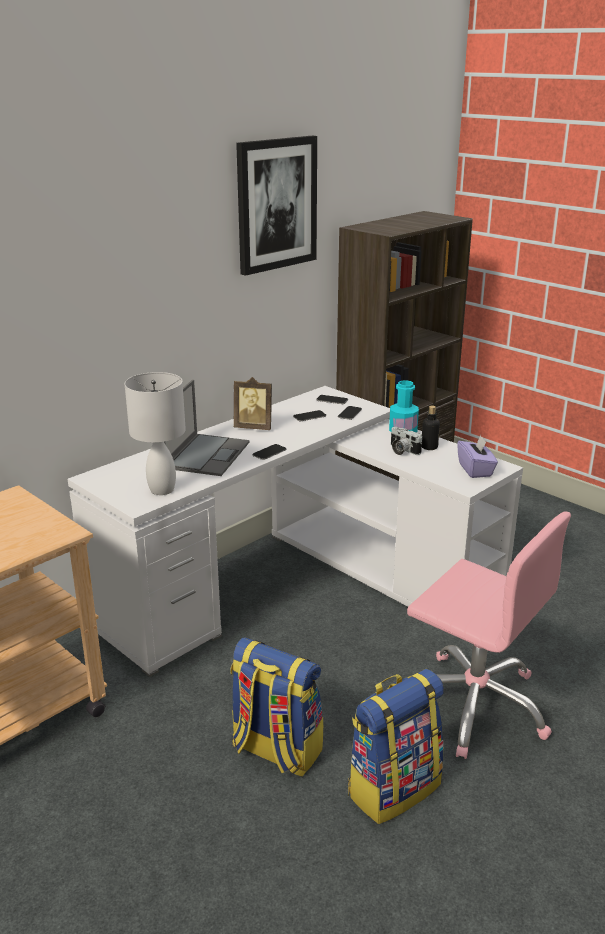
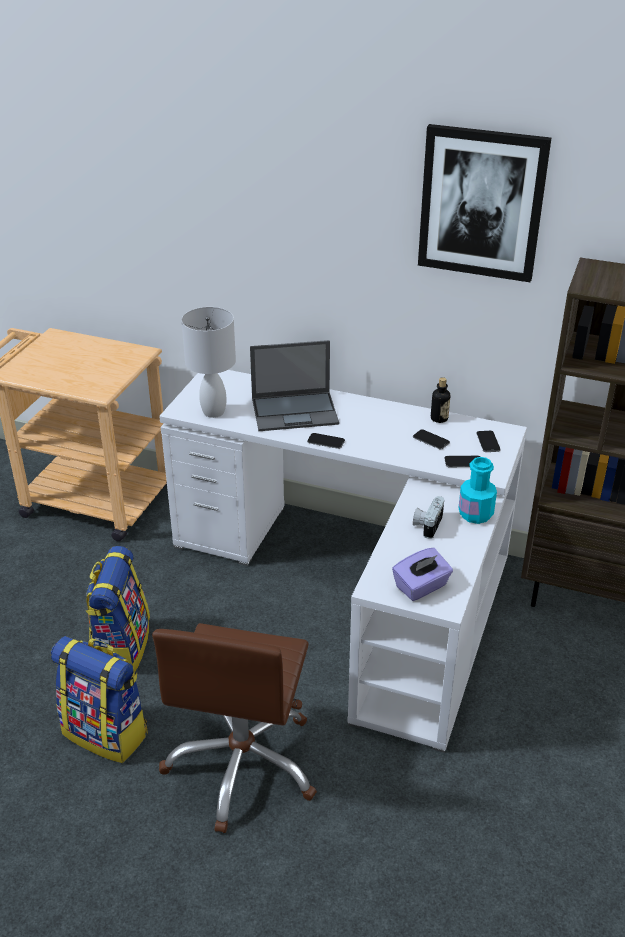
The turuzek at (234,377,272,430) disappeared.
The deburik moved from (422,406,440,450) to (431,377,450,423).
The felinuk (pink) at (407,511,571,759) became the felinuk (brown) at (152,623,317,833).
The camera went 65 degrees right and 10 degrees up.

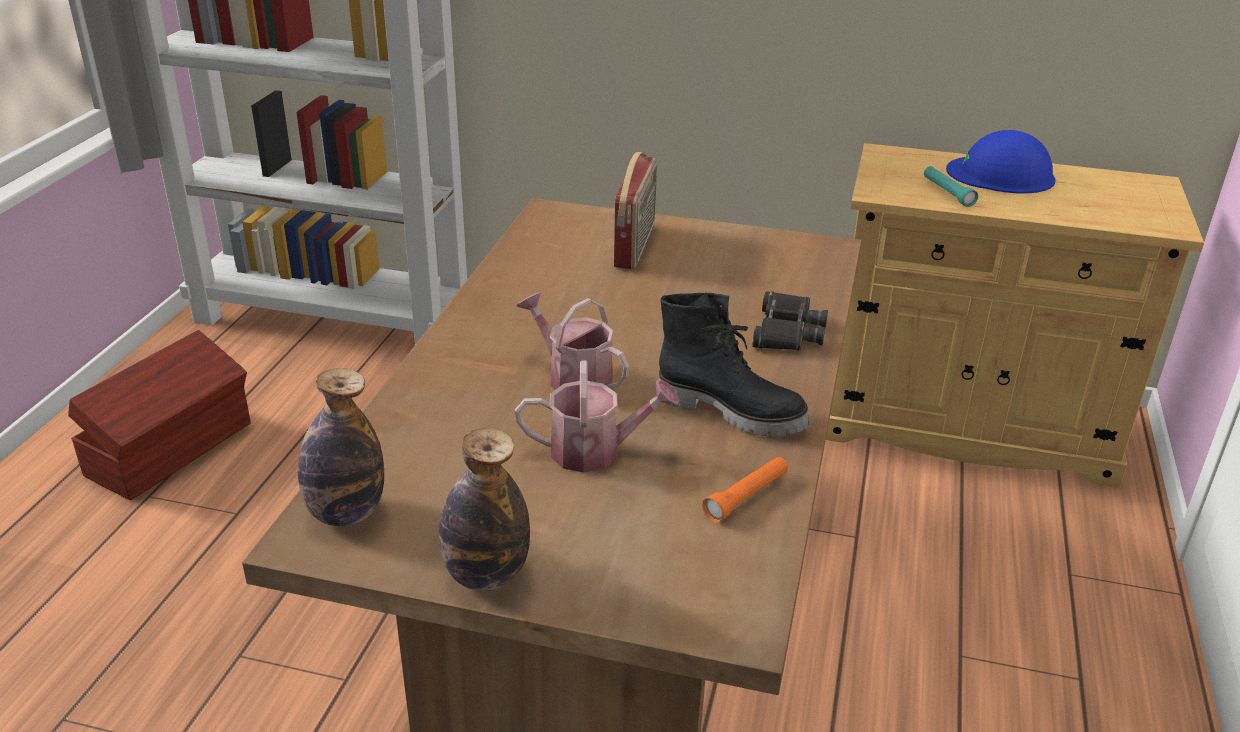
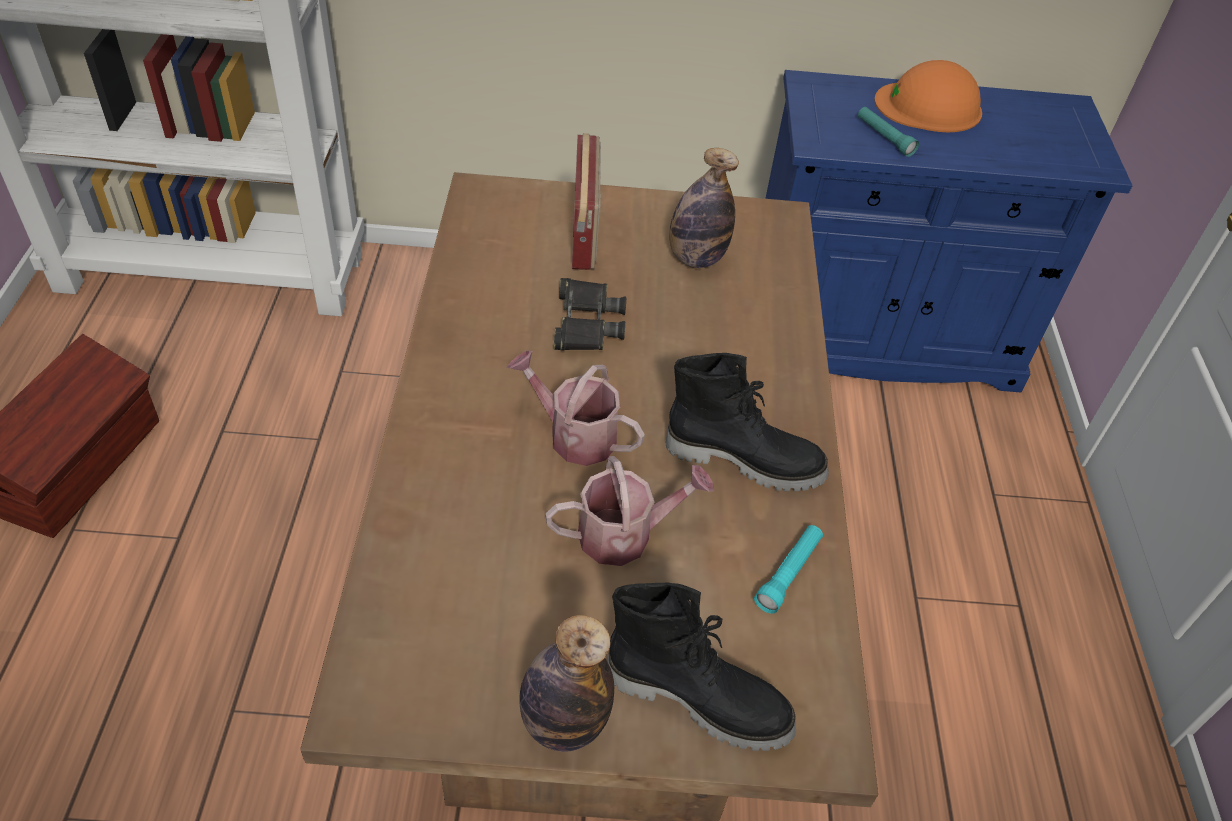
The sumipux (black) at (608,582,796,751) appeared.
The deburik moved from (298,368,384,526) to (669,148,739,268).
The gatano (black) moved from (752,291,828,351) to (554,278,626,350).
The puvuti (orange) at (702,457,788,522) became the puvuti (turquoise) at (754,525,823,614).
The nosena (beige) at (826,143,1204,488) became the nosena (blue) at (765,70,1133,392).
The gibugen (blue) at (946,130,1056,194) became the gibugen (orange) at (874,60,982,132).
The camera went 15 degrees left and 15 degrees up.

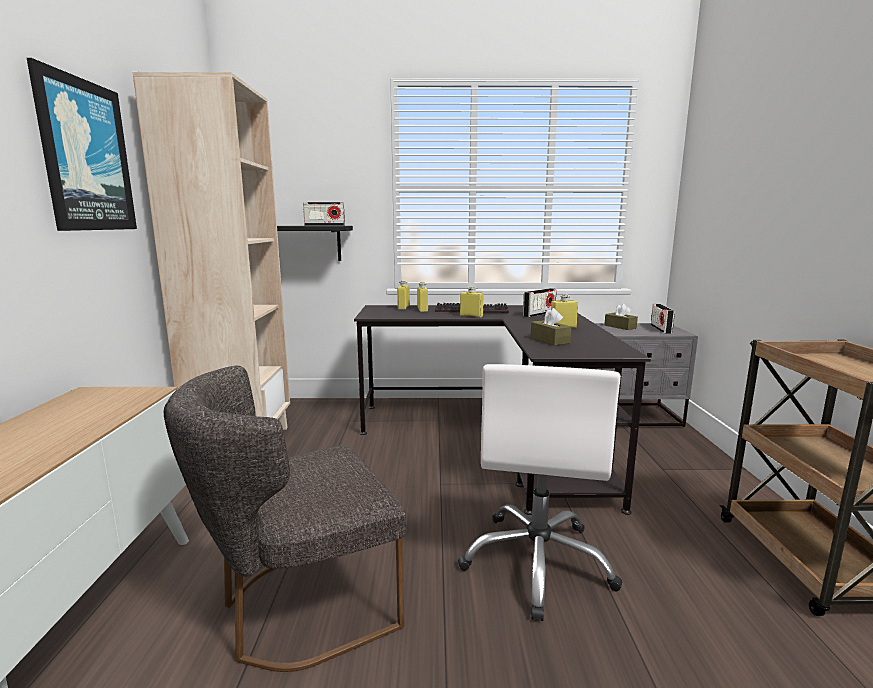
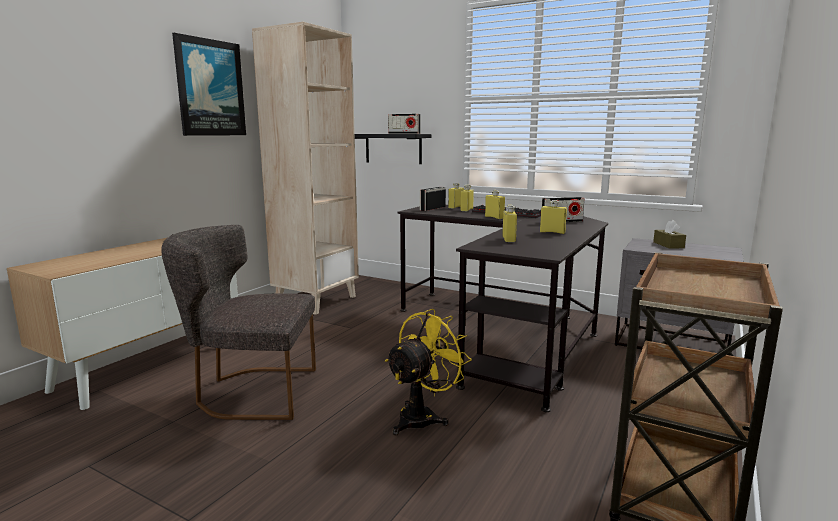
The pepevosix moved from (651,304,675,334) to (420,187,446,211).
The felinuk (white) at (458,364,622,621) was replaced by the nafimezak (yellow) at (385,309,472,435).
The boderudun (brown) at (531,308,572,346) was replaced by the deburik (yellow) at (502,205,517,242).
The camera went 30 degrees right and 0 degrees up.

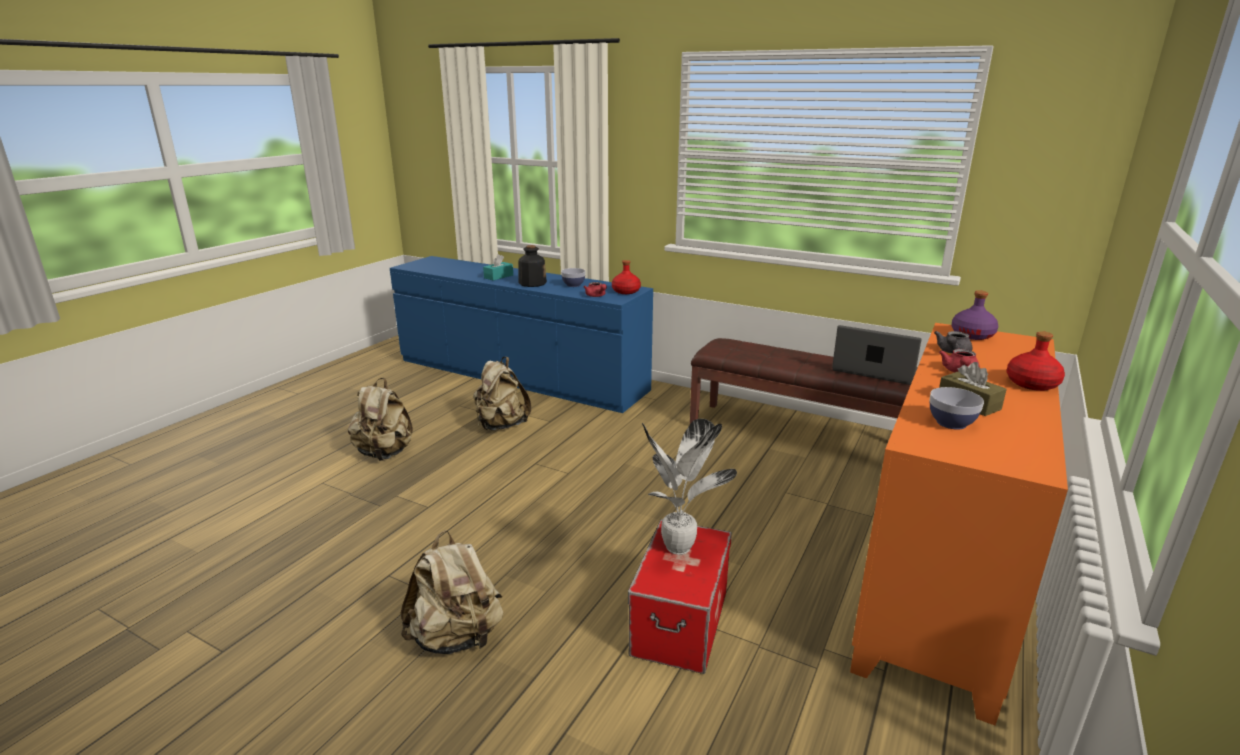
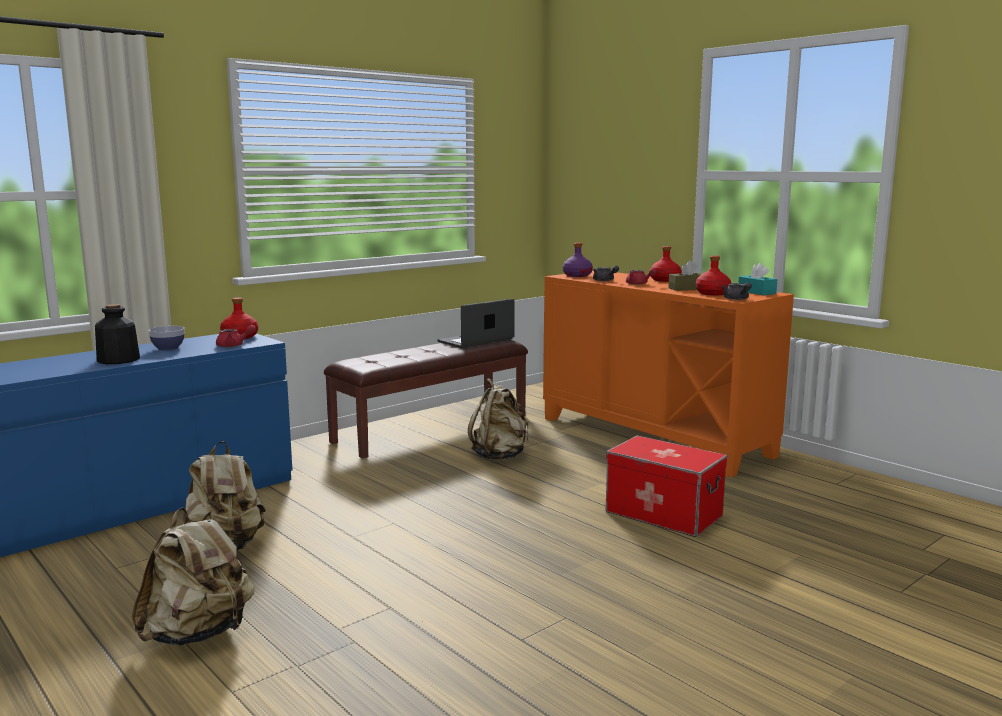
The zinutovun at (642,419,737,555) disappeared.
The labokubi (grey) at (722,282,752,300) appeared.
The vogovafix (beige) moved from (401,530,504,654) to (468,378,529,460).
The boderudun (turquoise) moved from (483,254,513,281) to (738,263,777,295).
The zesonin at (929,387,984,430) was replaced by the deburik (red) at (696,256,731,295).
The camera went 70 degrees left and 10 degrees down.

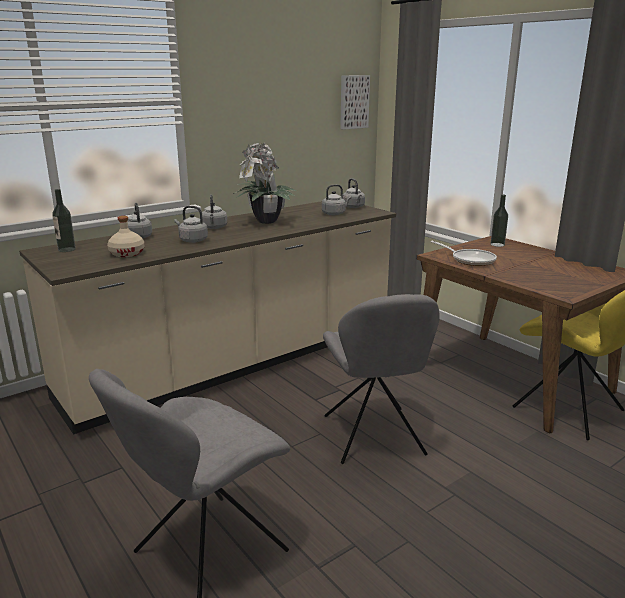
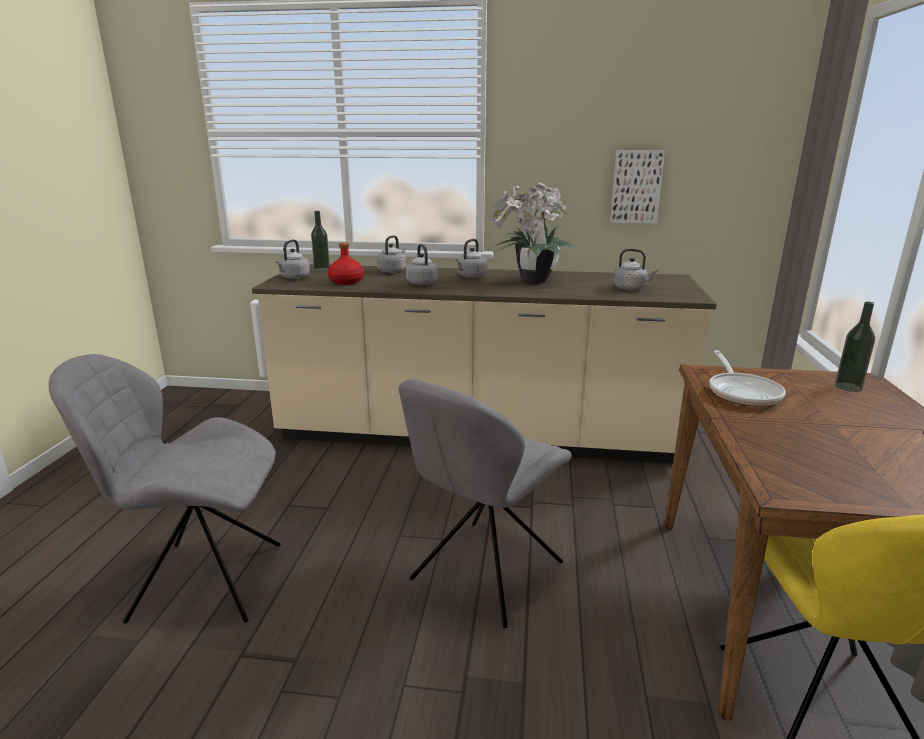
The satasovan moved from (340,75,370,130) to (610,150,665,223).
The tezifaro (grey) moved from (342,178,365,208) to (276,239,310,279).
The deburik (beige) at (107,216,144,257) became the deburik (red) at (328,243,364,285).
The camera went 45 degrees right and 0 degrees up.

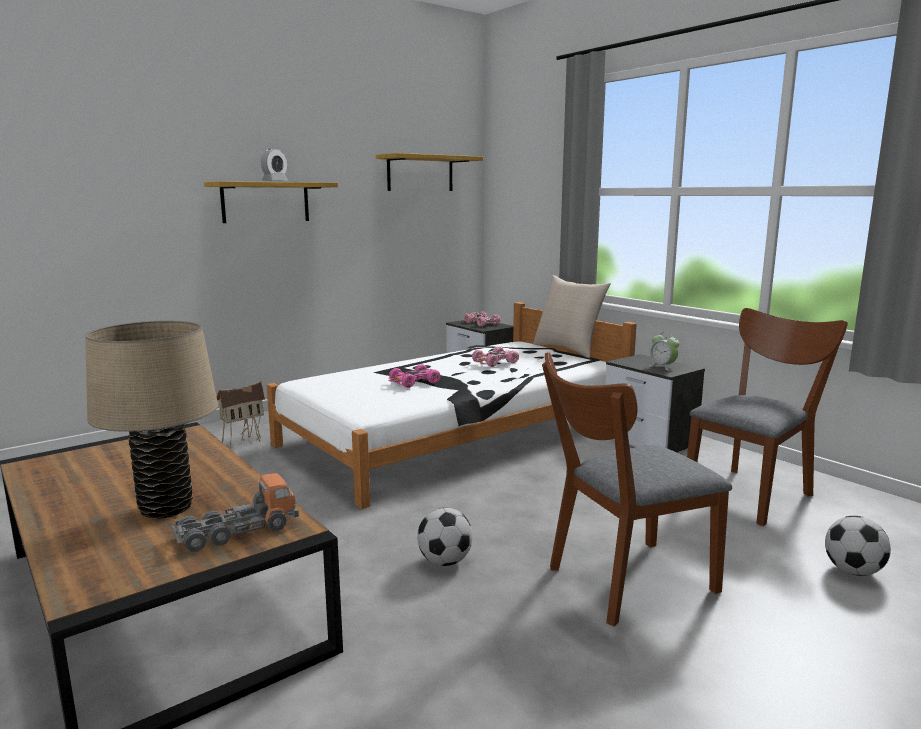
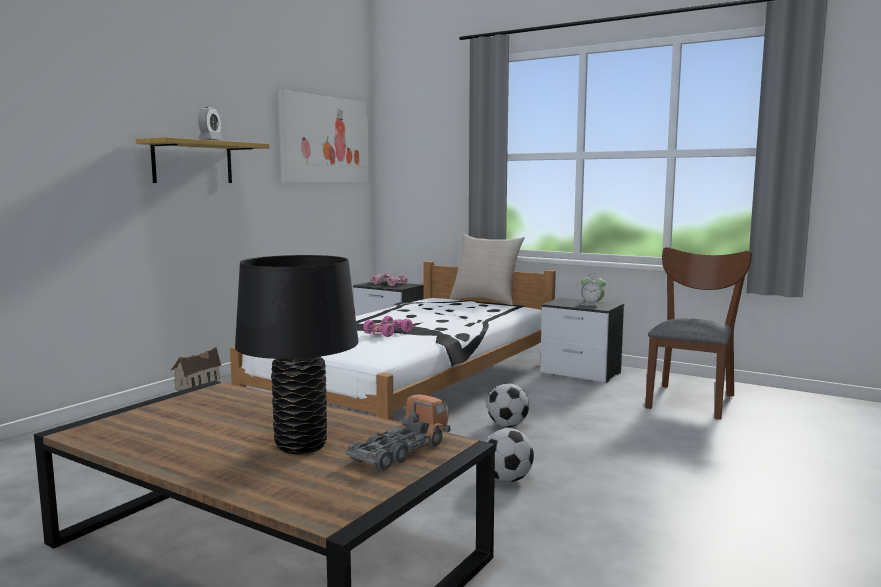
The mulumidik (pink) at (472,347,519,367) disappeared.
The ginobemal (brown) at (542,352,732,626) disappeared.
The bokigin moved from (825,516,891,576) to (487,383,529,427).
The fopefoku at (376,153,483,191) was replaced by the satasovan at (278,90,368,182).
The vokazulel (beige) at (85,321,218,519) became the vokazulel (black) at (235,255,359,454).
The camera went 20 degrees left and 5 degrees down.

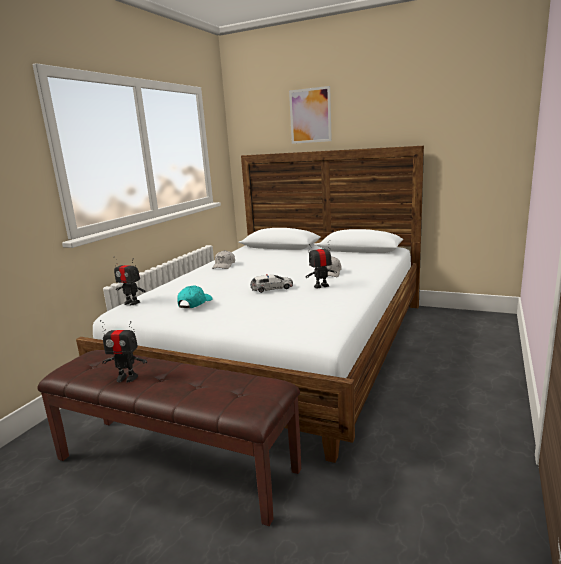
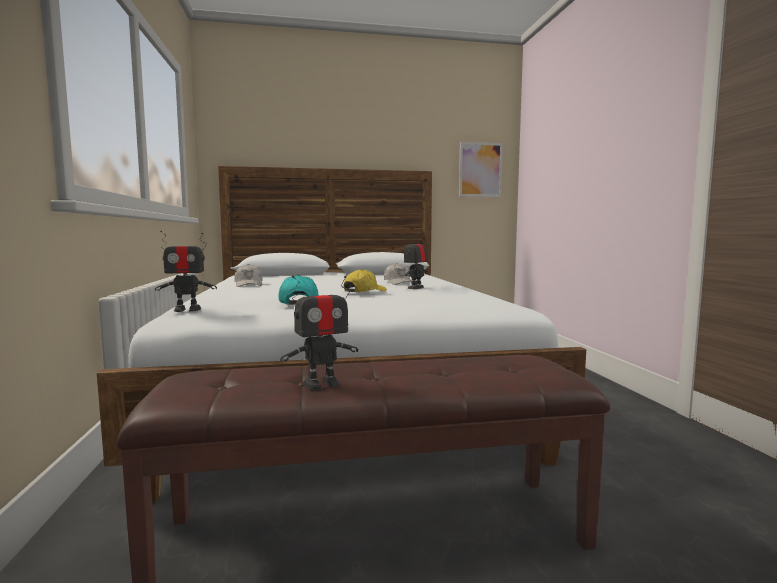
The satasovan moved from (289,86,332,144) to (459,142,503,197).
The mulumidik at (250,274,293,293) was replaced by the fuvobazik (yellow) at (344,269,387,292).
The camera went 35 degrees left and 10 degrees down.

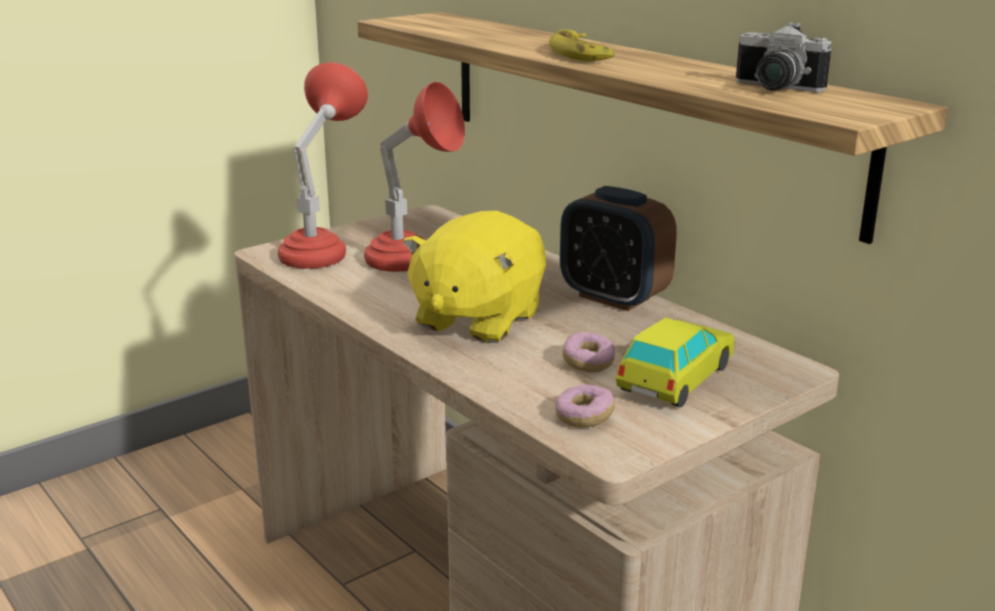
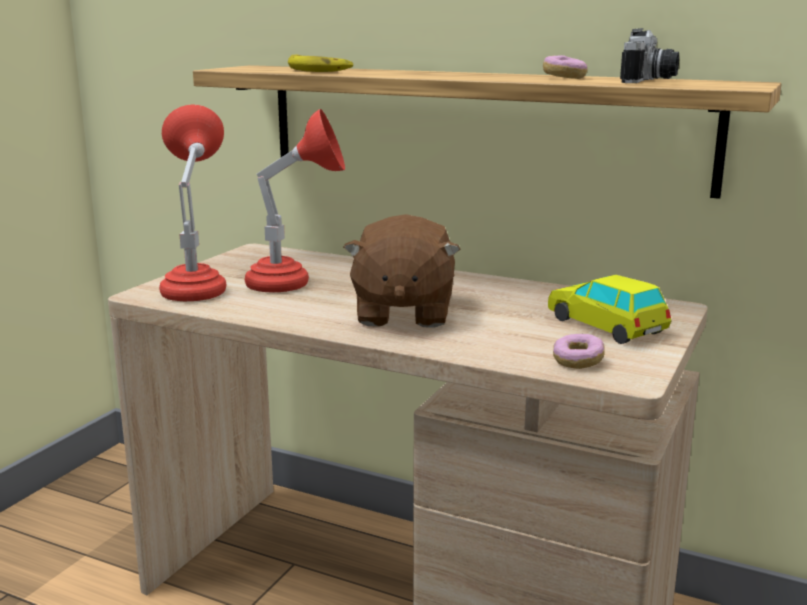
The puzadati at (560,186,677,311) disappeared.
The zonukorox moved from (549,29,615,61) to (288,55,353,72).
The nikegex moved from (562,332,615,372) to (543,55,588,79).
The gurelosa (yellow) at (403,211,546,343) became the gurelosa (brown) at (343,214,460,328).
The mulumidik at (616,318,735,408) turned 45 degrees counterclockwise.
The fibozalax at (736,22,832,92) turned 75 degrees counterclockwise.
The camera went 25 degrees left and 5 degrees down.

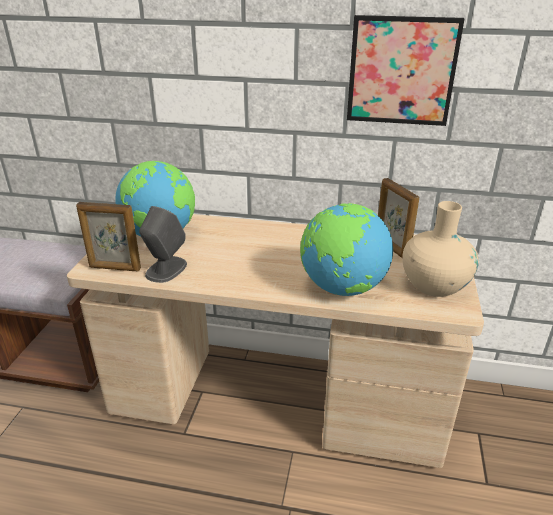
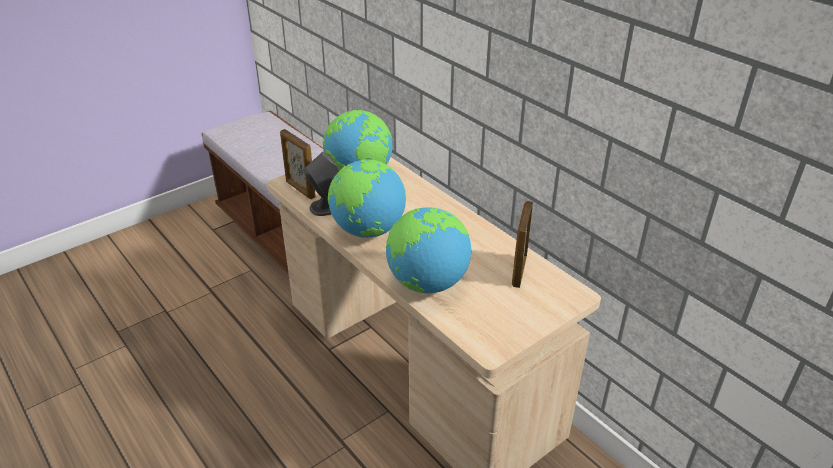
The satasovan at (347,15,465,126) disappeared.
The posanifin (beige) at (402,201,479,297) disappeared.
The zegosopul at (328,159,406,238) appeared.
The camera went 40 degrees right and 5 degrees up.

